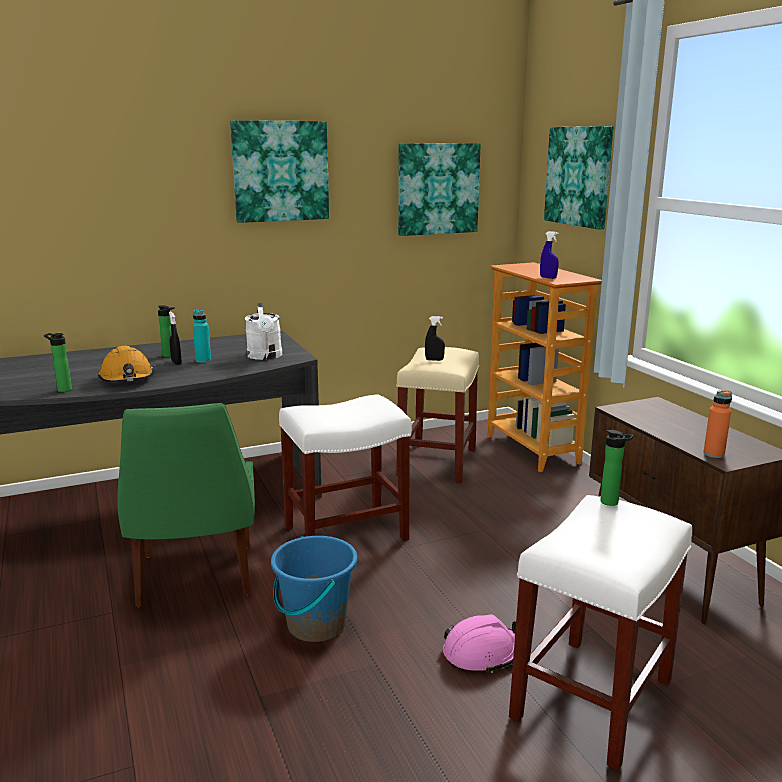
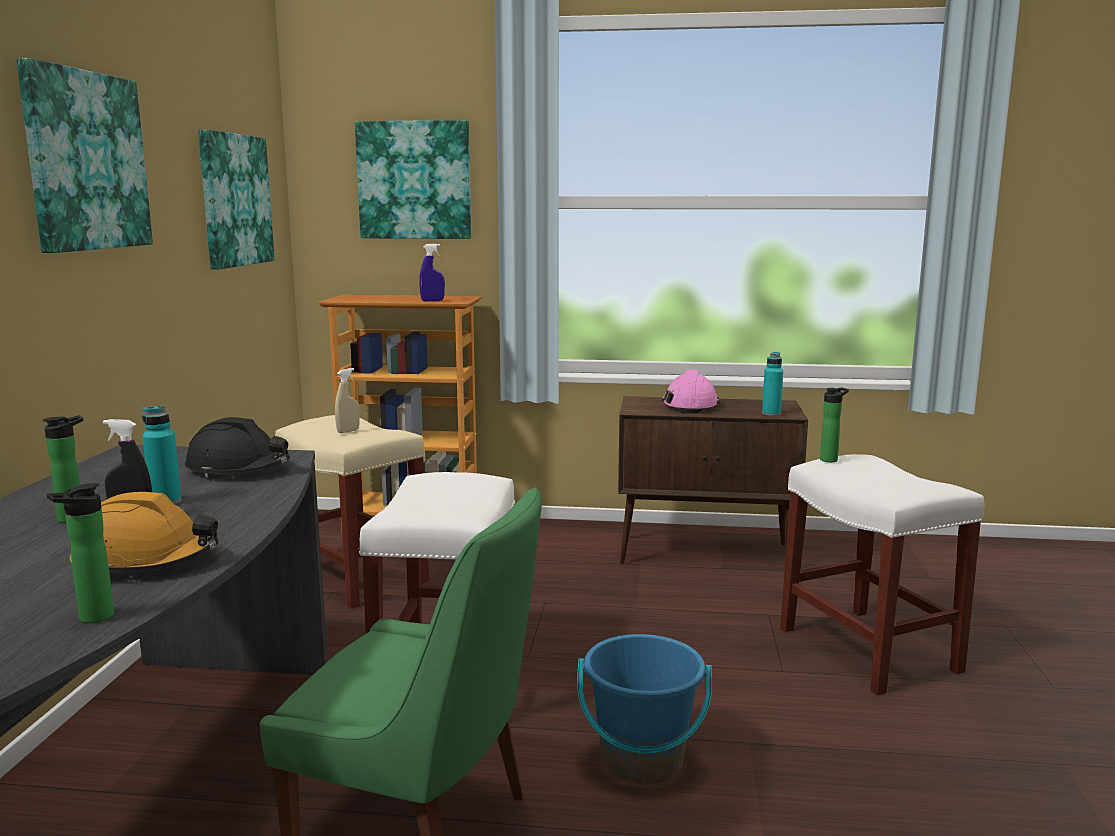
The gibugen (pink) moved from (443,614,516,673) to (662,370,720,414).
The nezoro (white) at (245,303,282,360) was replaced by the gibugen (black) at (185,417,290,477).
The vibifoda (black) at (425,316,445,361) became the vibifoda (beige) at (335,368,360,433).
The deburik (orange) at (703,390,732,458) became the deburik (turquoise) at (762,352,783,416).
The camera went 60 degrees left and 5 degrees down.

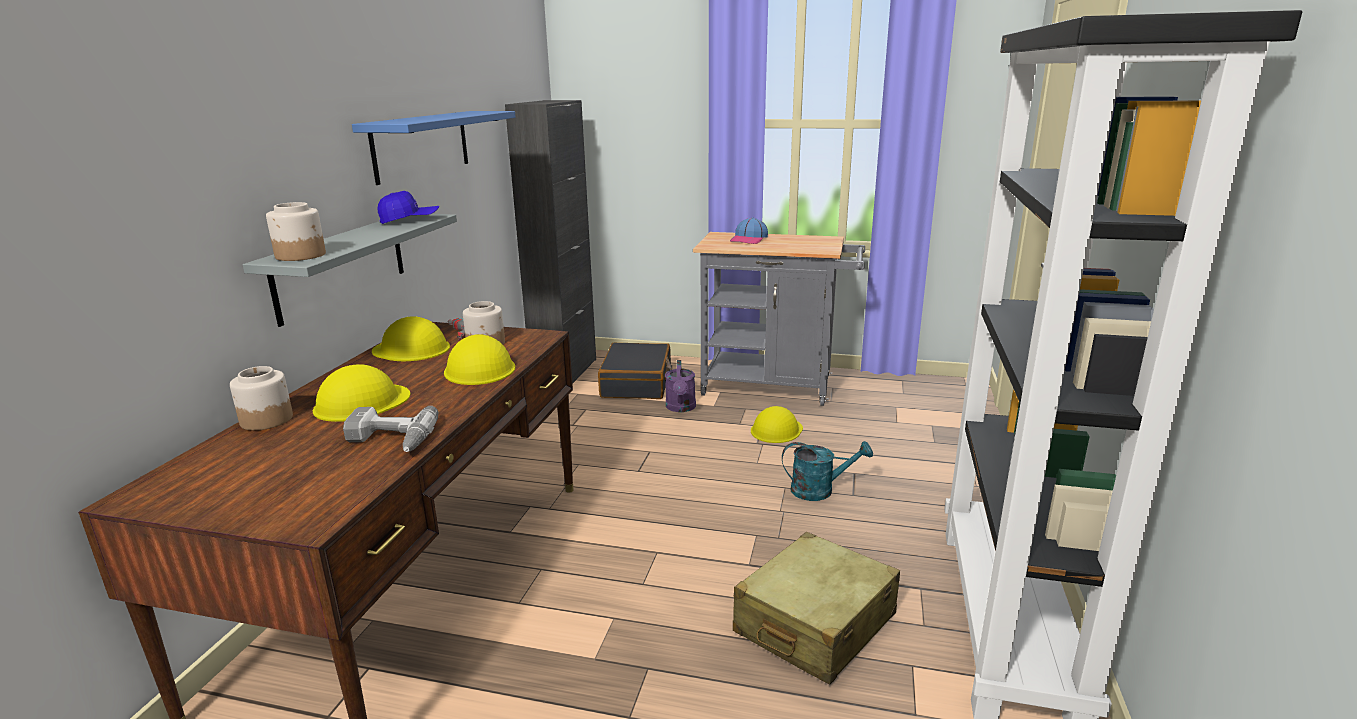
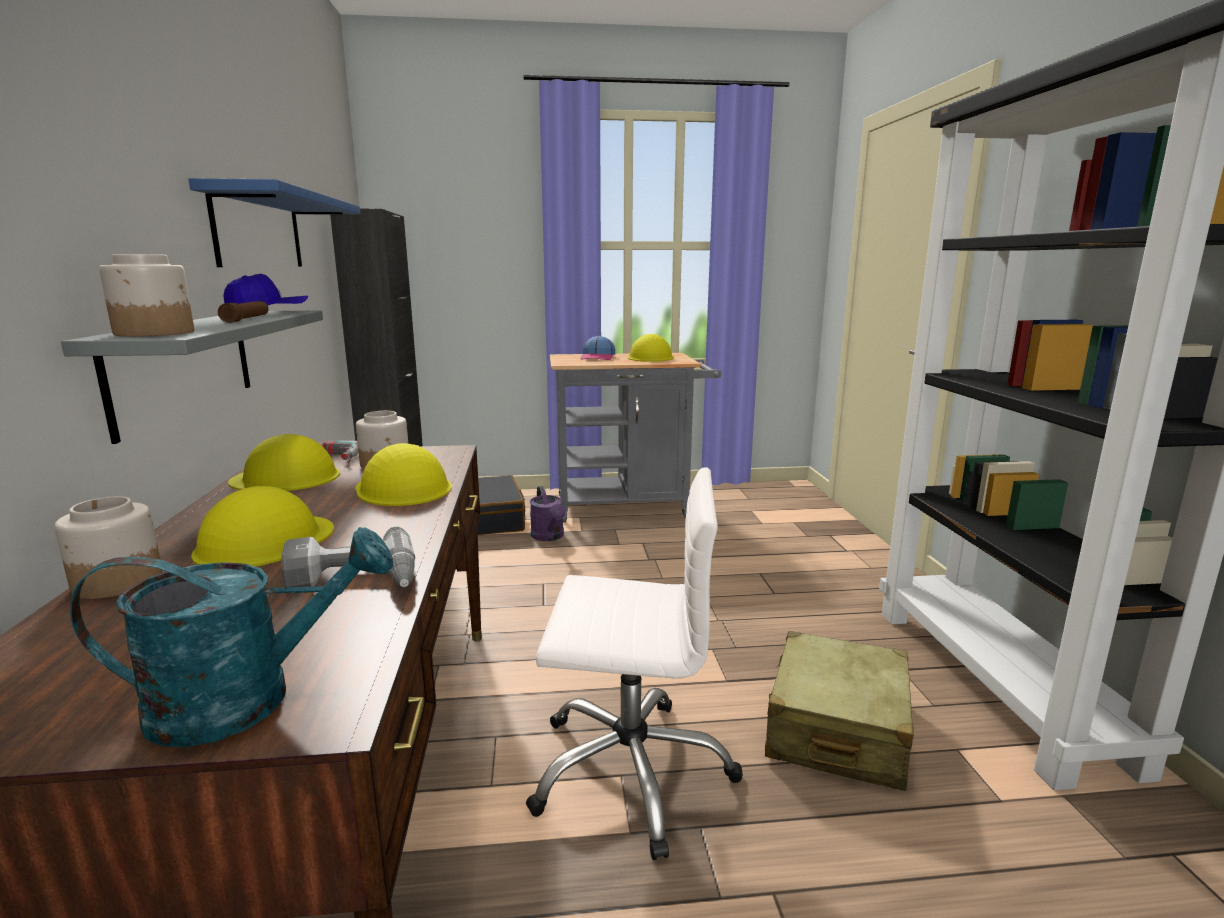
The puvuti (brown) at (218,301,269,323) appeared.
The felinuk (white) at (526,467,743,860) appeared.
The gibugen (yellow) moved from (751,406,803,443) to (628,334,674,362).
The nezoro (turquoise) moved from (782,441,873,501) to (70,527,393,747).
The camera went 20 degrees left and 5 degrees down.

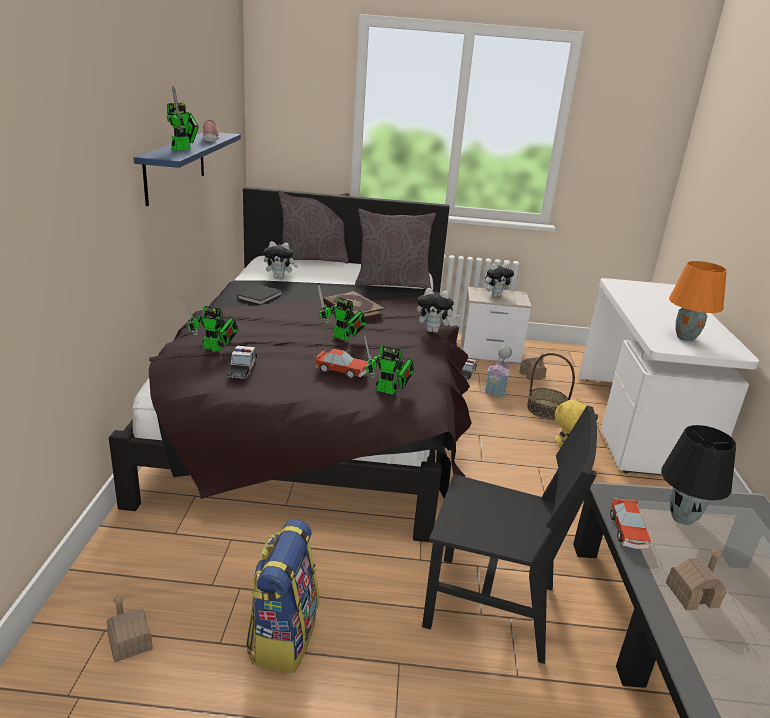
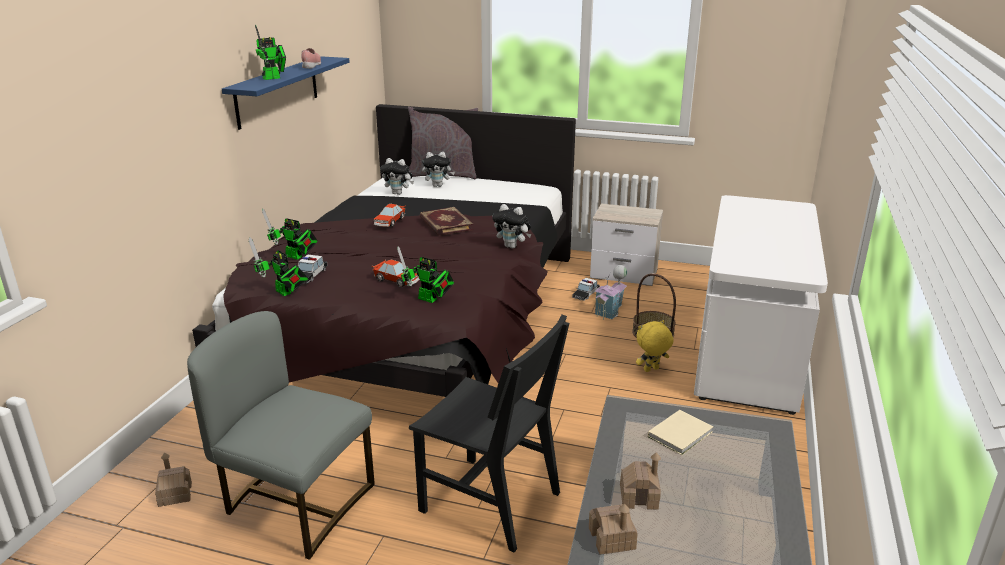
The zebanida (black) at (237,285,282,305) disappeared.
The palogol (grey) at (355,209,436,289) disappeared.
The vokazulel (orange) at (669,261,727,341) disappeared.
The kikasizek moved from (318,285,367,341) to (249,237,308,296).
The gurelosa moved from (485,263,514,297) to (422,152,455,187).
The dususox moved from (519,353,547,380) to (589,504,638,555).
The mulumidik moved from (610,496,651,549) to (374,203,405,227).
The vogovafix at (246,519,319,673) was replaced by the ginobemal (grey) at (187,311,375,560).
The vokazulel (black) at (661,425,736,525) was replaced by the zebanida (beige) at (648,410,714,455).
The camera went 15 degrees right and 0 degrees up.

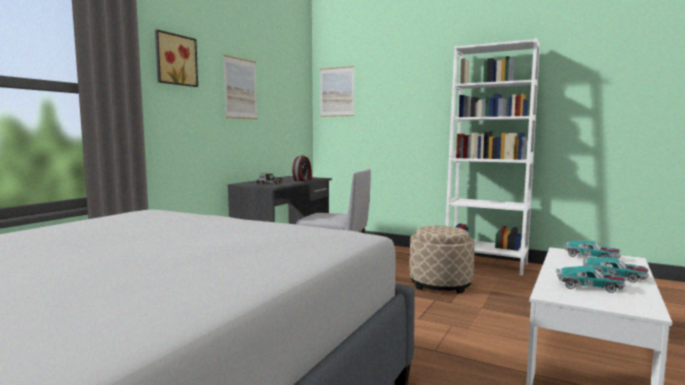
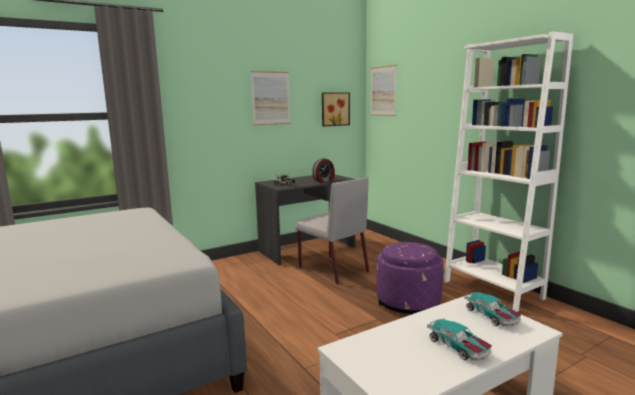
The mulumidik at (556,266,626,293) disappeared.
The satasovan moved from (155,30,198,87) to (322,92,350,127).
The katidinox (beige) at (410,226,474,294) became the katidinox (purple) at (376,242,443,315).
The camera went 30 degrees right and 5 degrees up.

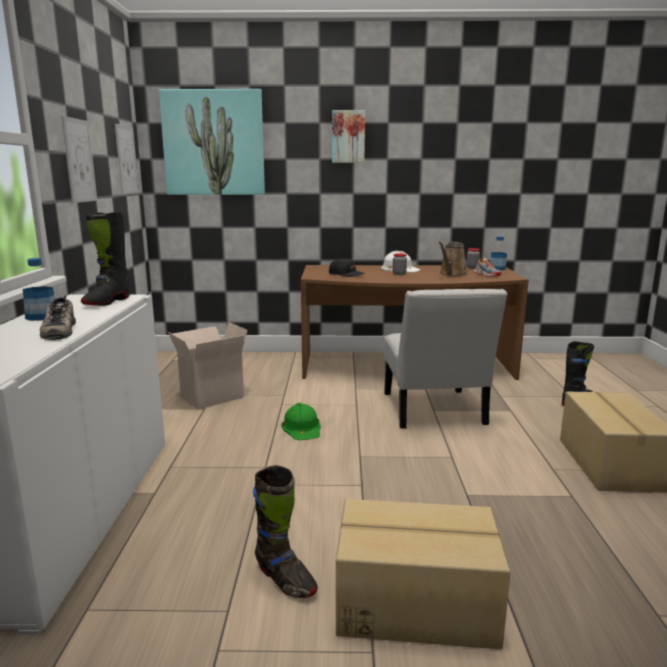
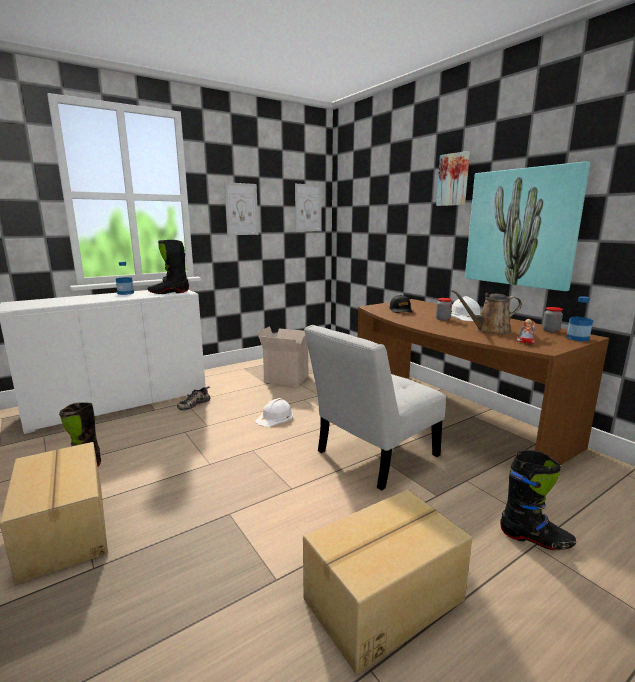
The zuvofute moved from (40,296,76,340) to (177,386,210,410).
The satasovan moved from (159,89,265,195) to (465,161,590,291).
The gibugen (green) at (281,403,321,440) became the gibugen (white) at (255,398,293,427).
The camera went 55 degrees right and 0 degrees up.

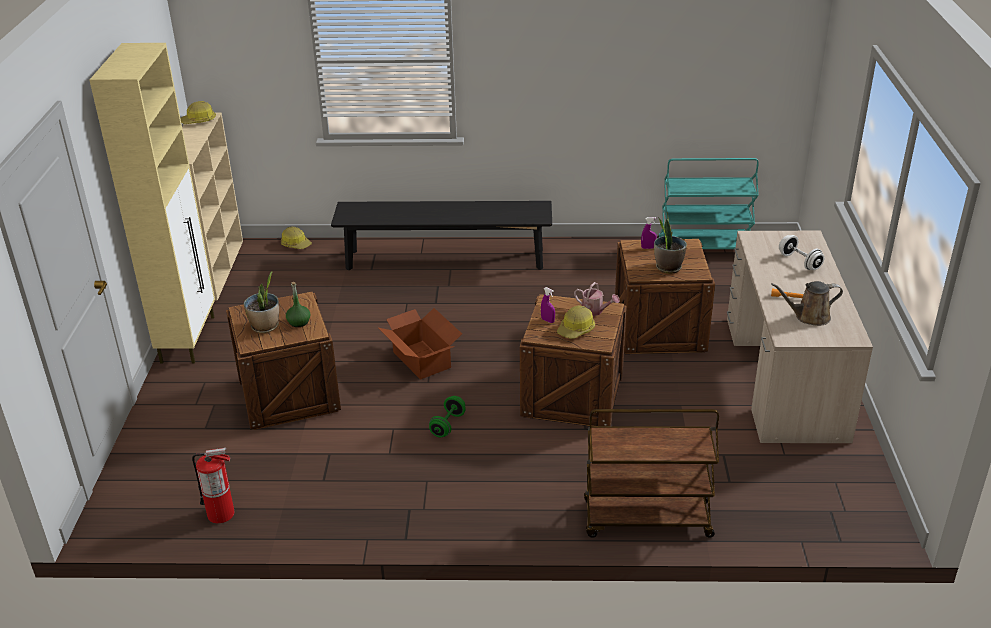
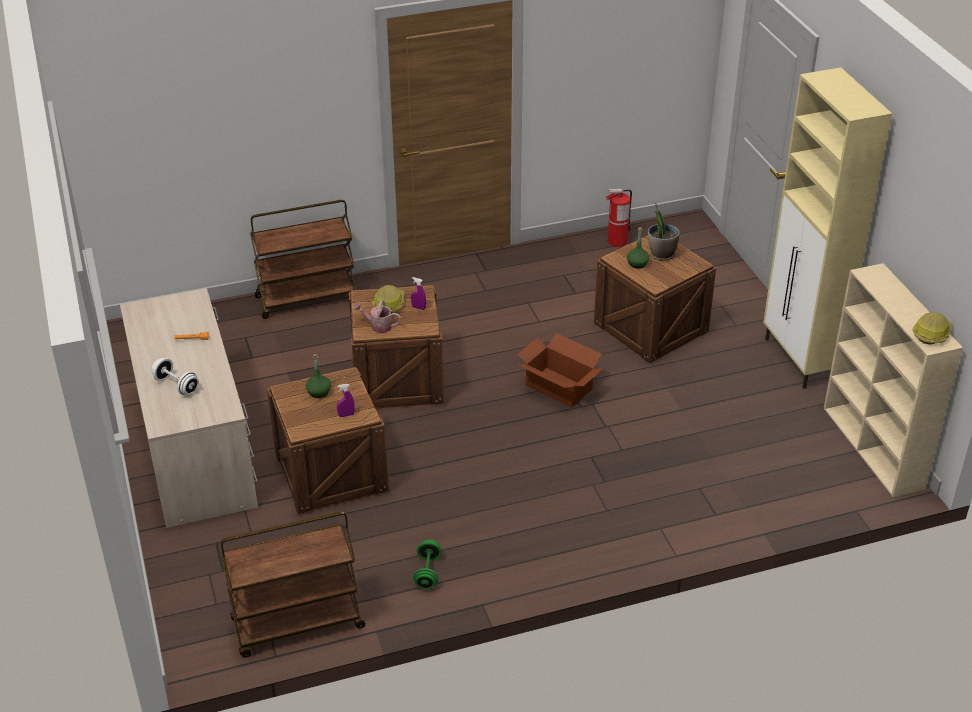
The gibugen at (281,226,312,249) disappeared.
The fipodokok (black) at (331,201,552,270) disappeared.
The nezoro (brown) at (771,281,843,326) disappeared.
The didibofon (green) moved from (429,396,466,437) to (413,539,442,590).
The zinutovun at (654,212,687,274) was replaced by the deburik (green) at (306,354,331,398).
The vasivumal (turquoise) at (657,158,759,249) became the vasivumal (brown) at (221,512,365,658).
The camera went 160 degrees right and 5 degrees up.

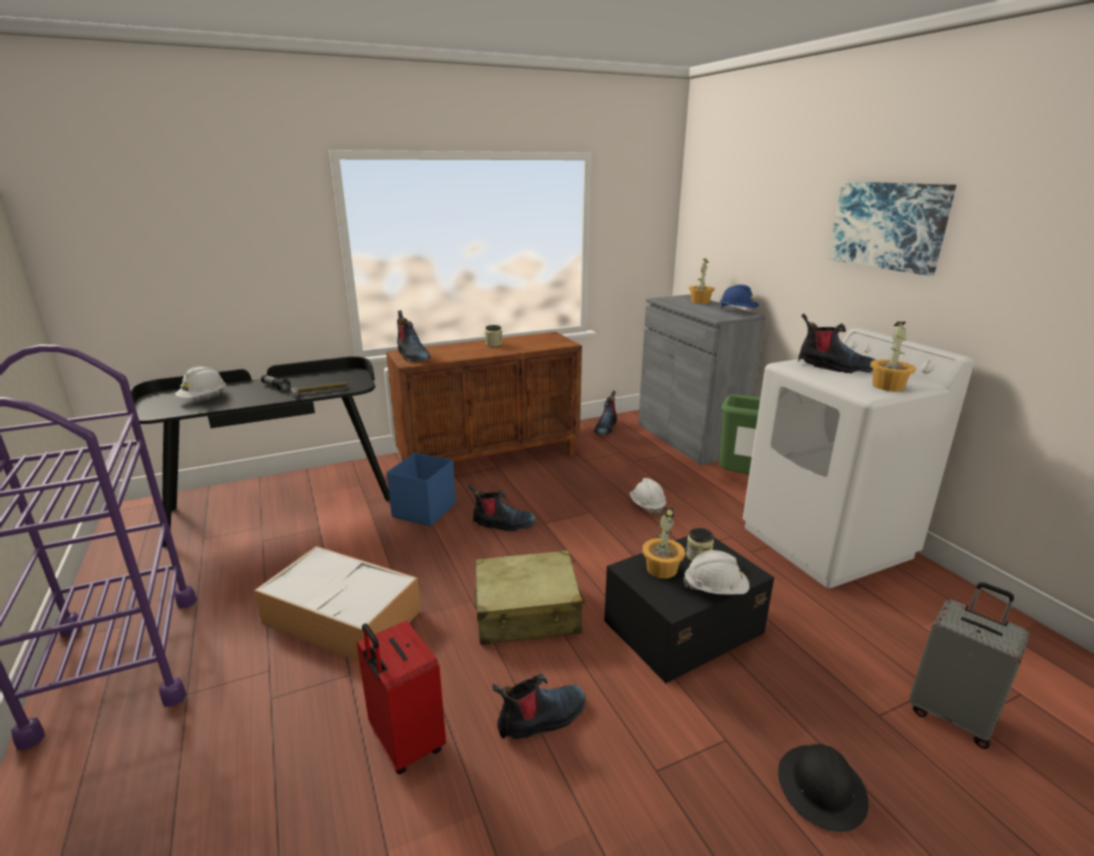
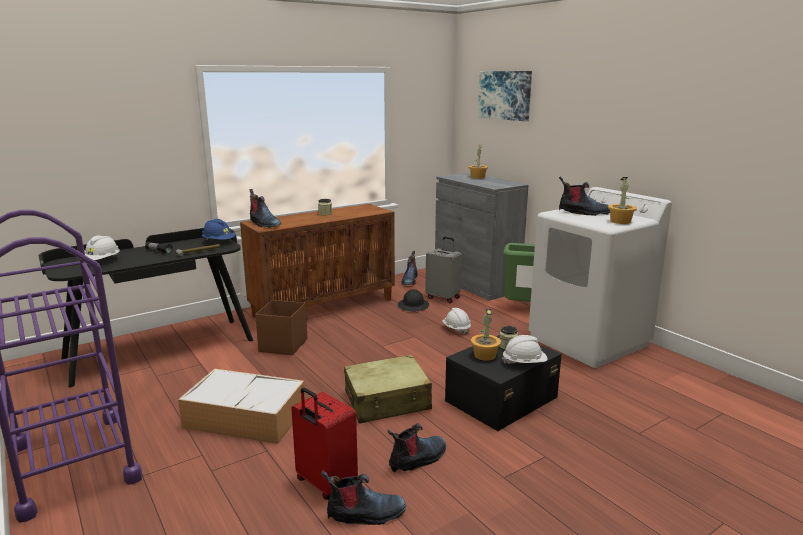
The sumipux moved from (468,484,536,531) to (321,470,406,525).
The gibugen (blue) moved from (719,285,759,309) to (202,219,235,240).
The gibugen (black) moved from (778,744,868,832) to (398,289,429,311).
The satasovan moved from (828,181,956,276) to (478,71,532,121).
The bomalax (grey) moved from (909,582,1030,749) to (425,237,462,303).
The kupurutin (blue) at (387,452,456,526) became the kupurutin (brown) at (255,300,307,355).
The camera went 10 degrees left and 5 degrees down.

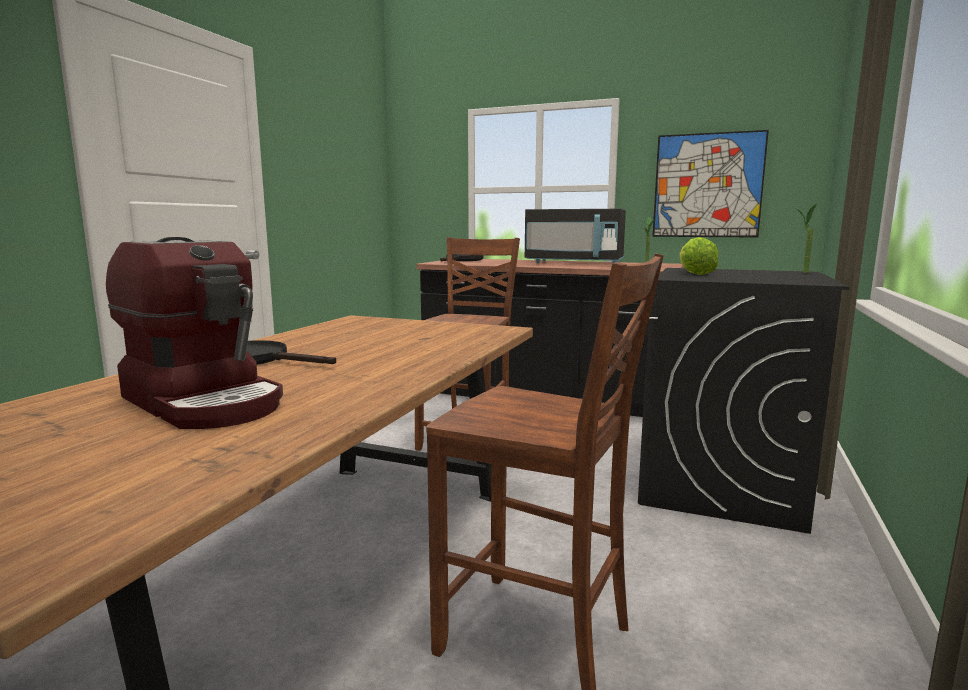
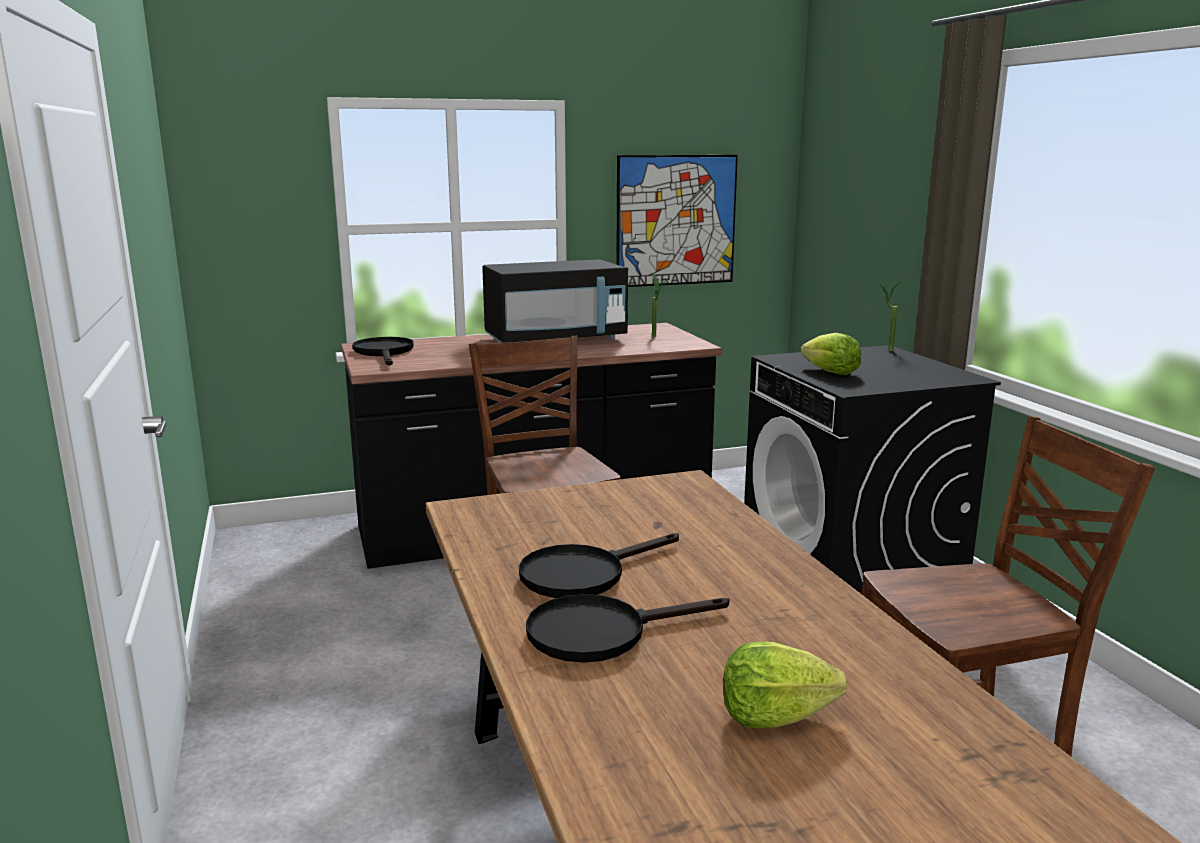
The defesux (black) at (519,533,679,598) appeared.
The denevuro at (106,237,283,429) was replaced by the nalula at (723,642,847,728).
The camera went 40 degrees left and 5 degrees up.

